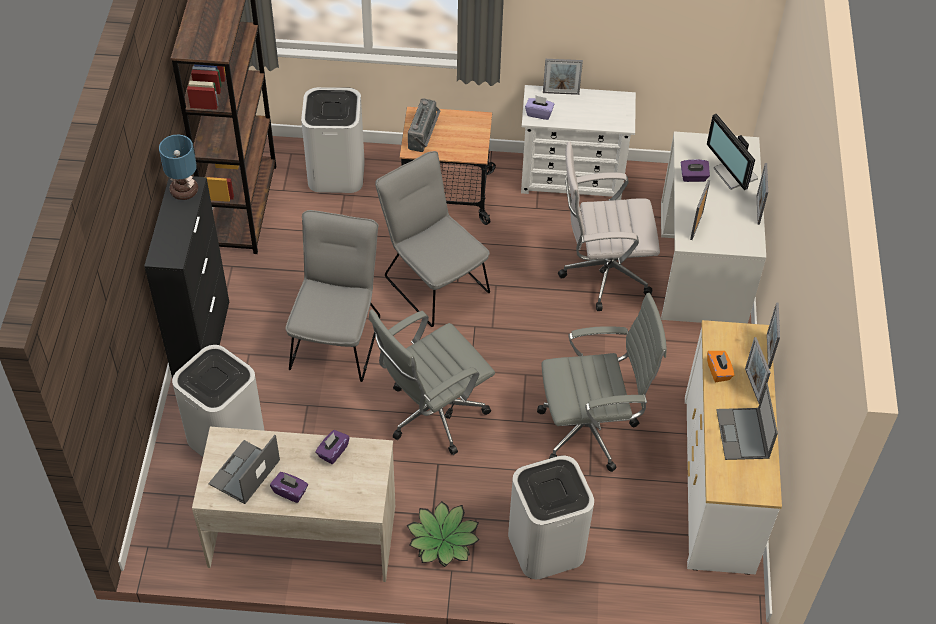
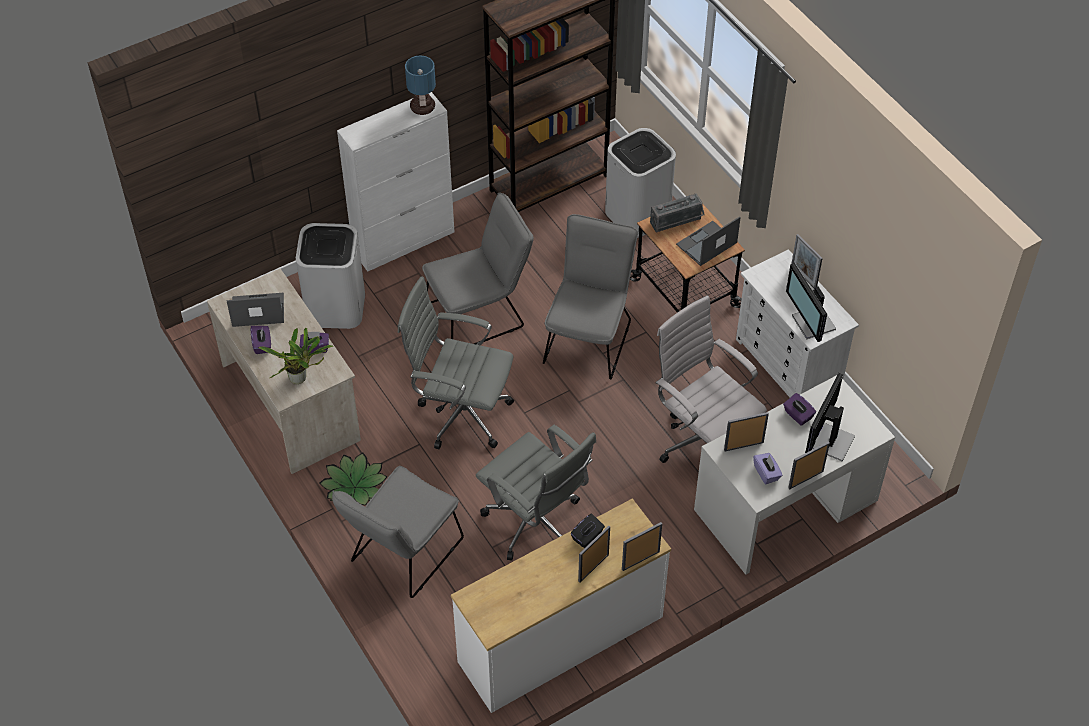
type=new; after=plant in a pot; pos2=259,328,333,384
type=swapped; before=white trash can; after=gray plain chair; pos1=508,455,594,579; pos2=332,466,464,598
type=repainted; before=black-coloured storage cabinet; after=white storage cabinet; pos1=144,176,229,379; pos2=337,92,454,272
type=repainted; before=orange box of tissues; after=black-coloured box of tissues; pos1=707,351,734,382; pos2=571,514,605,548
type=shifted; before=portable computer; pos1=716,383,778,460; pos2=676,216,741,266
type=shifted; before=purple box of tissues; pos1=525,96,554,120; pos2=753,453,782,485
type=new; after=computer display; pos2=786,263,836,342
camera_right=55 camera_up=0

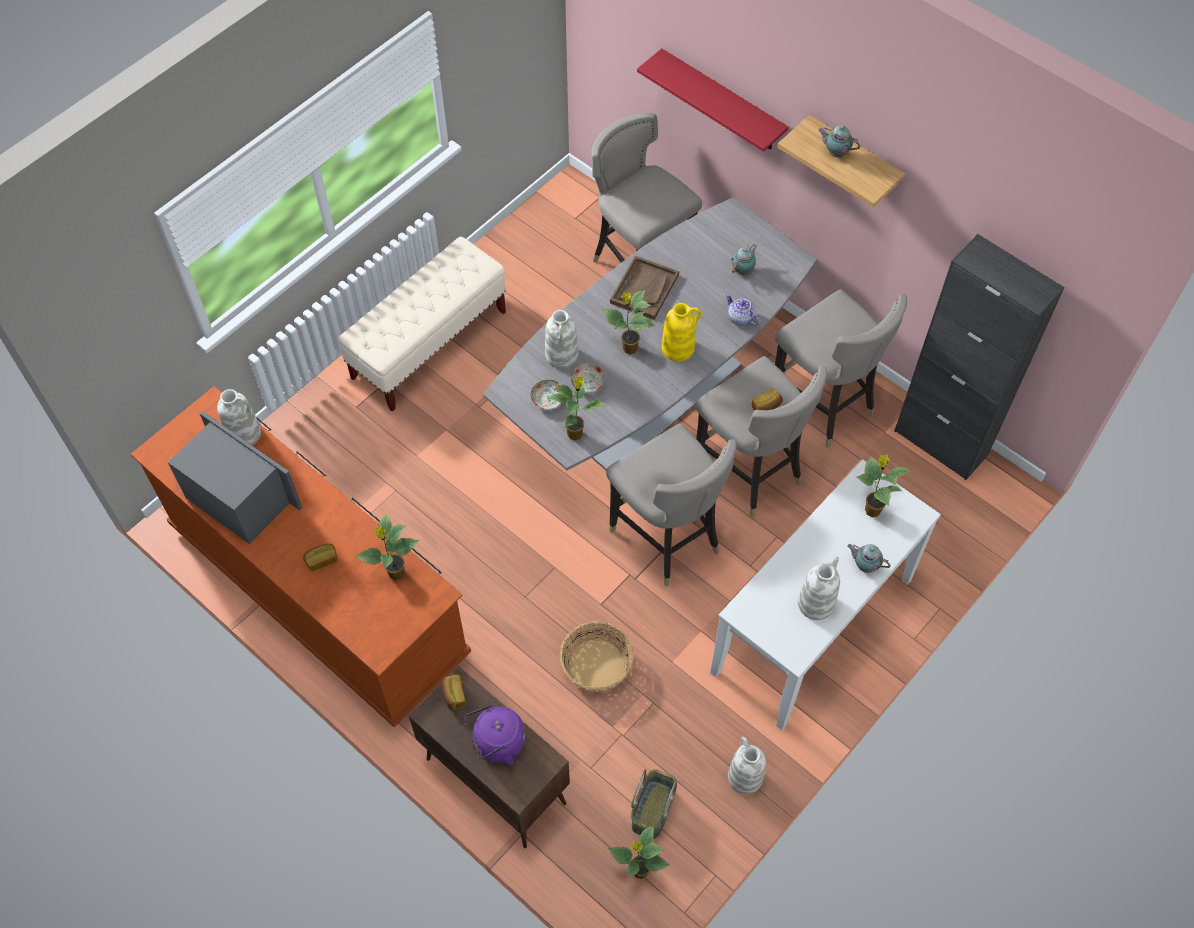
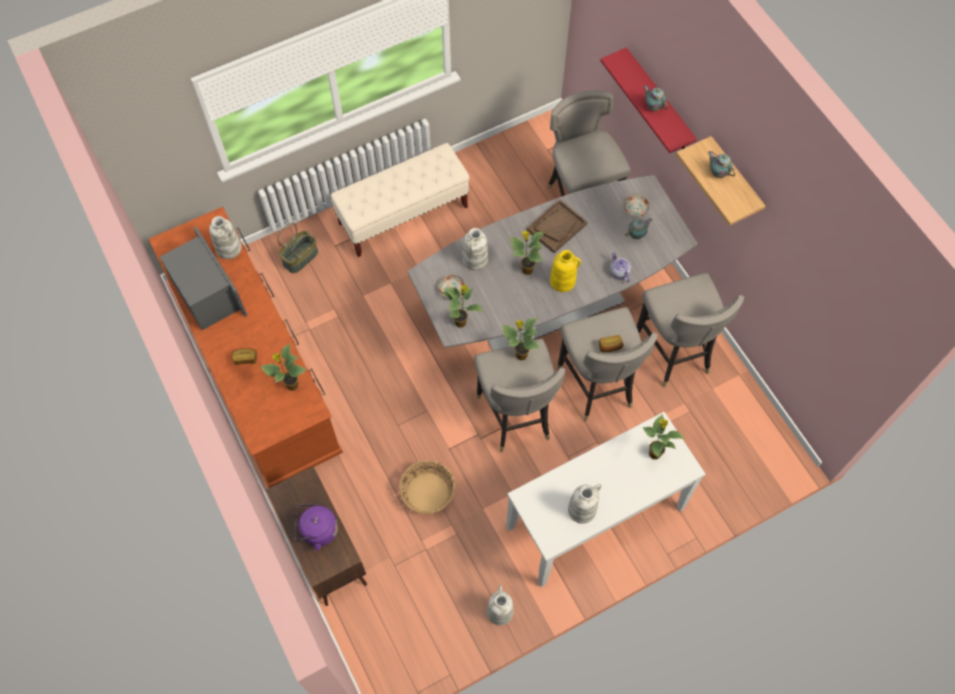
type=shifted; before=storage basket; pos1=631,769,677,839; pos2=278,223,318,273
type=shifted; before=plant in a pot; pos1=608,825,670,879; pos2=502,318,540,360
type=shifted; before=dinner plate; pos1=571,363,606,393; pos2=624,195,650,217
type=shifted; before=tea pot; pos1=847,544,891,573; pos2=643,85,668,111
type=gone; before=bread; pos1=442,675,466,710
type=gone; before=black-coloured storage cabinet; pos1=894,234,1065,480
camera_right=20 camera_up=5

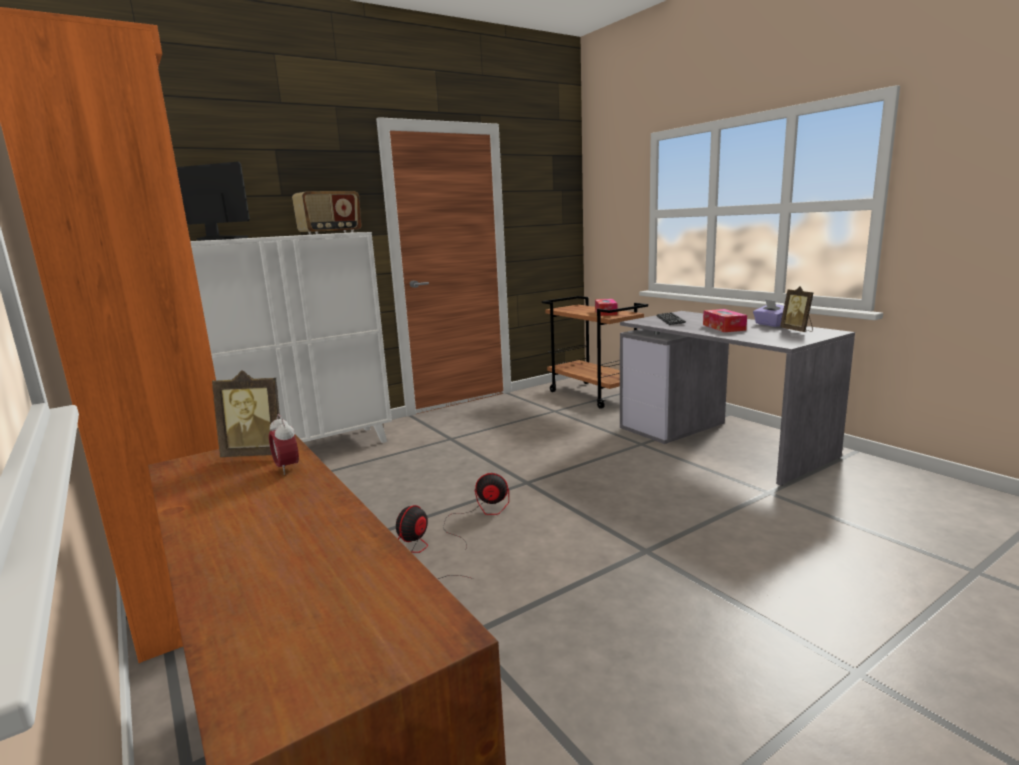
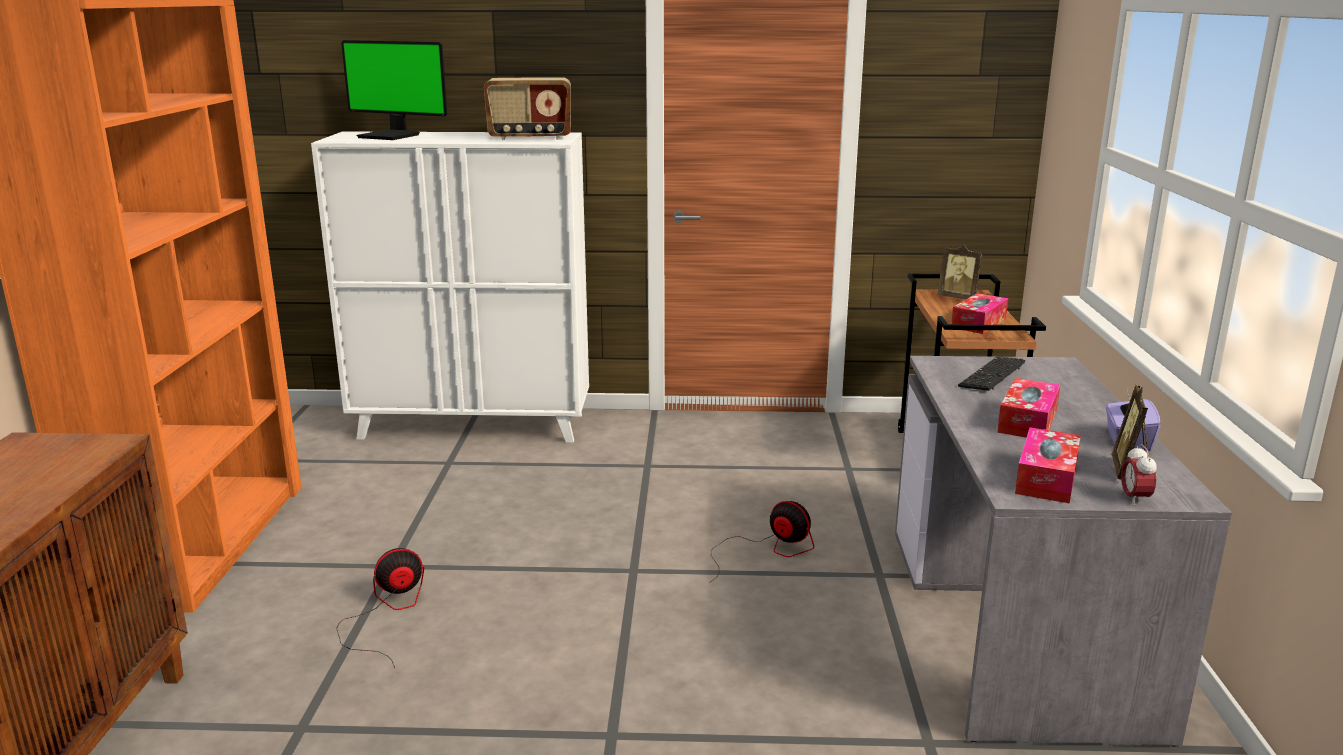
type=rotated; before=computer display; pos1=177,162,250,241; pos2=341,40,447,140; turn=150
type=shifted; before=cooling fan; pos1=443,473,509,547; pos2=709,501,814,583
type=shifted; before=photo frame; pos1=212,370,280,457; pos2=937,244,983,300
type=new; after=box of tissues; pos2=1015,427,1081,504
type=shifted; before=alarm clock; pos1=269,414,299,475; pos2=1121,444,1157,506
camera_right=35 camera_up=5

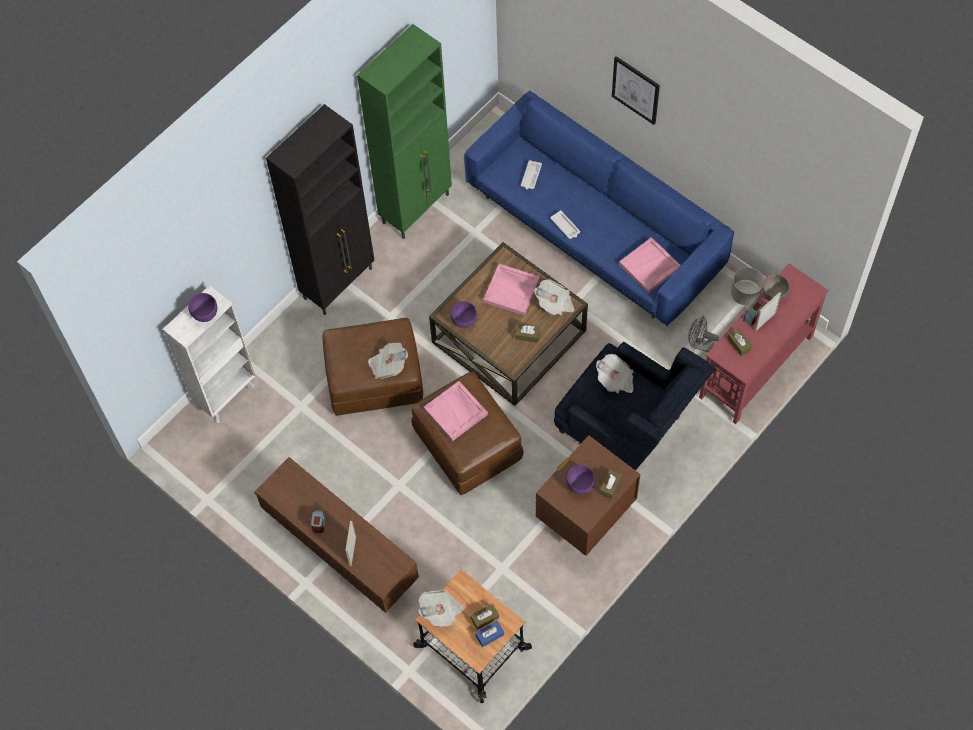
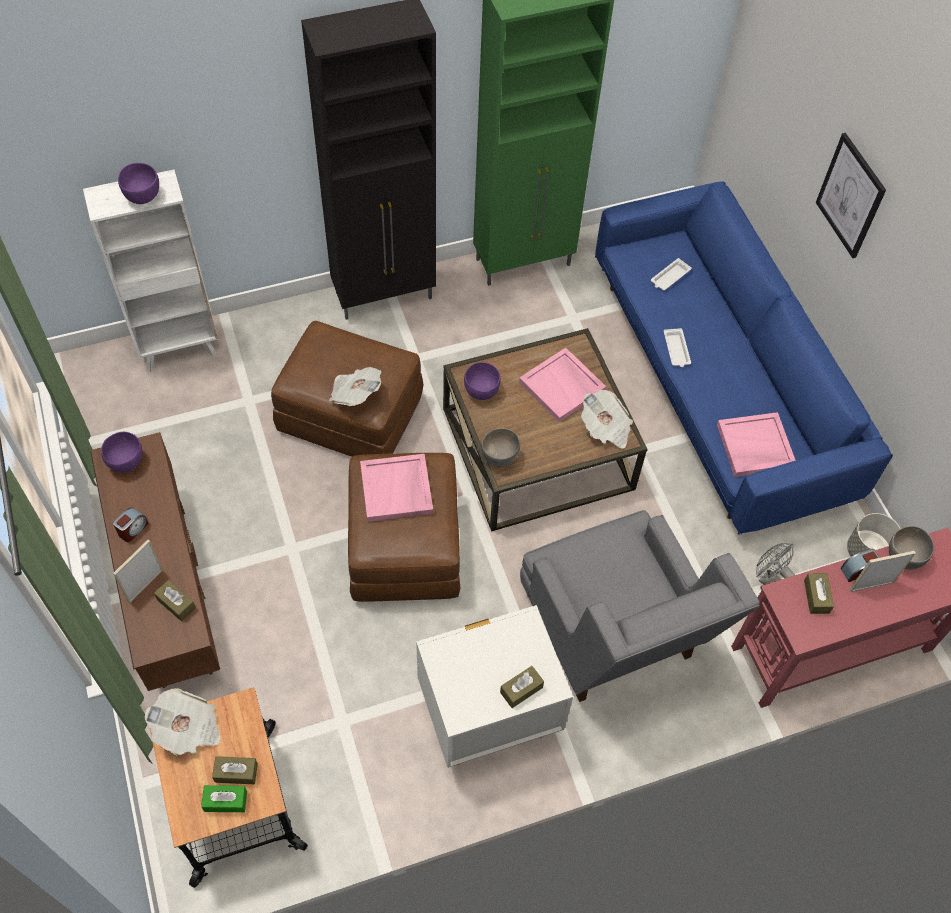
type=shifted; before=purple serving bowl; pos1=567,465,595,494; pos2=101,432,142,472
type=shifted; before=brownish box of tissues; pos1=515,324,540,343; pos2=154,580,196,621
type=repainted; before=blue box of tissues; after=greenish box of tissues; pos1=475,621,504,647; pos2=201,785,247,812
type=repainted; before=brownish nightstand; after=white nightstand; pos1=536,435,641,556; pos2=416,605,573,768
type=new; after=gray serving bowl; pos2=481,428,520,467
type=repainted; before=blue armchair; after=gray armchair; pos1=554,342,716,471; pos2=520,510,760,702
type=gone; before=printed paper; pos1=596,354,633,393
camera_right=25 camera_up=-5

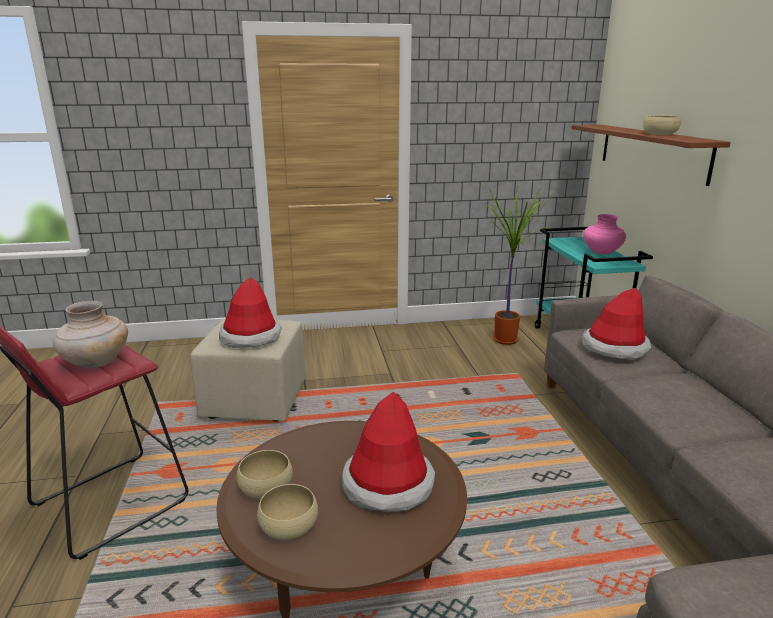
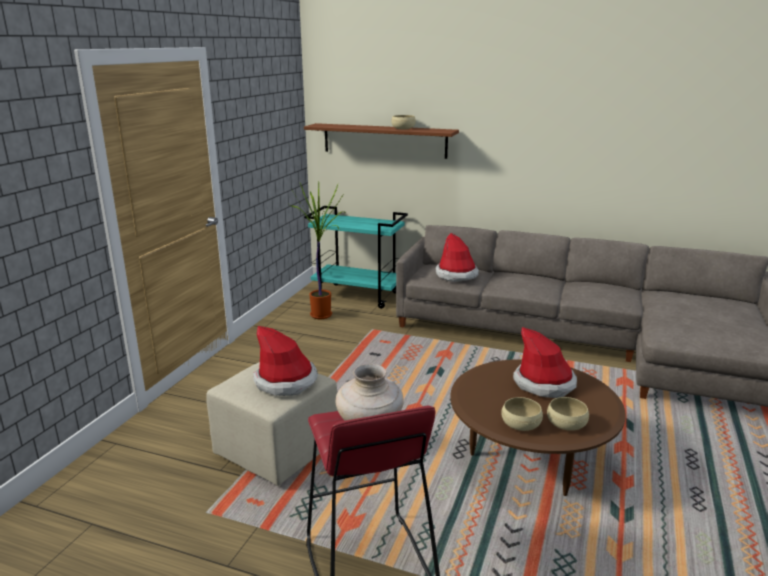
type=gone; before=pink flower vase; pos1=583,214,626,254
camera_right=-60 camera_up=0

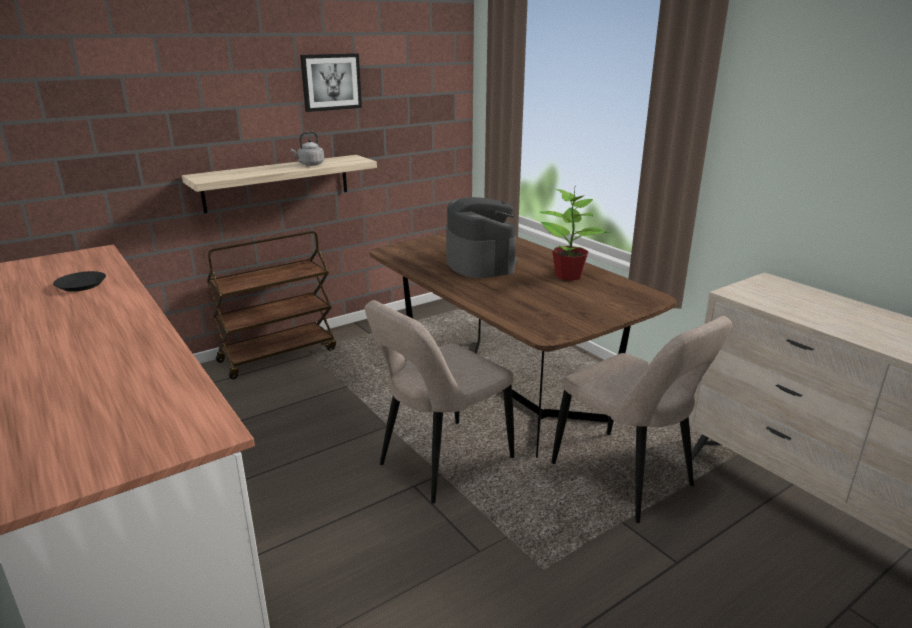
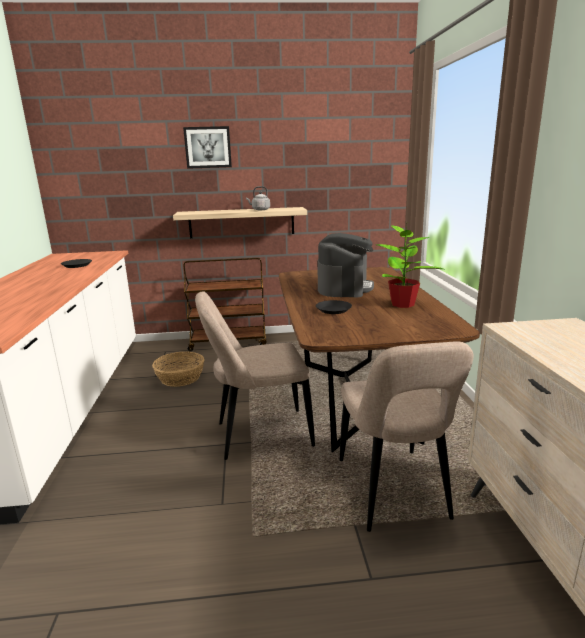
type=new; after=storage basket; pos2=152,351,204,387
type=shifted; before=picture; pos1=300,53,362,112; pos2=183,126,232,169
type=new; after=black-coloured dinner plate; pos2=316,300,352,314
camera_right=30 camera_up=-5

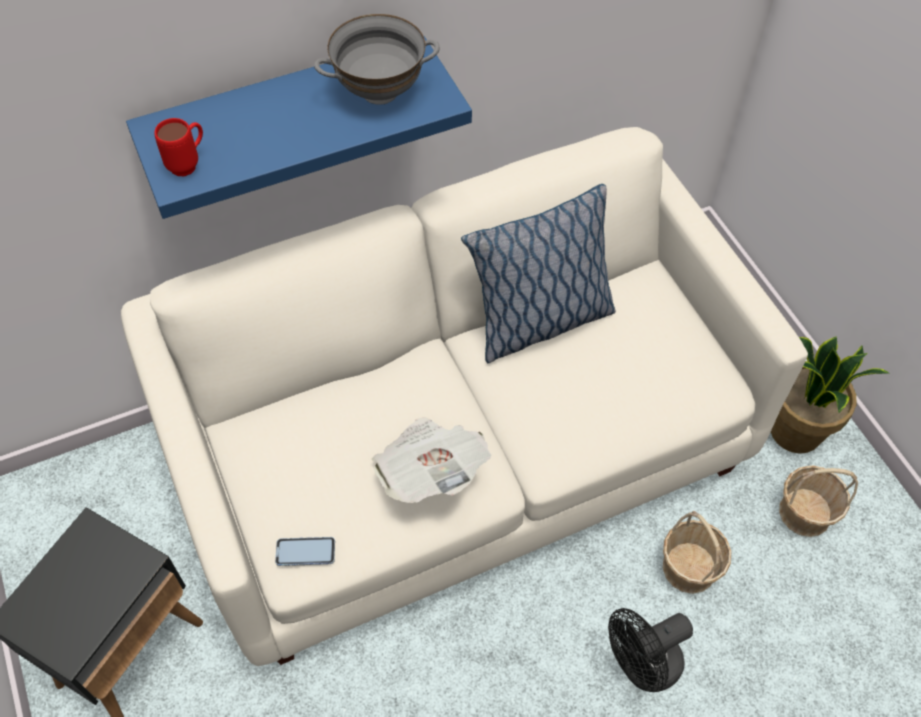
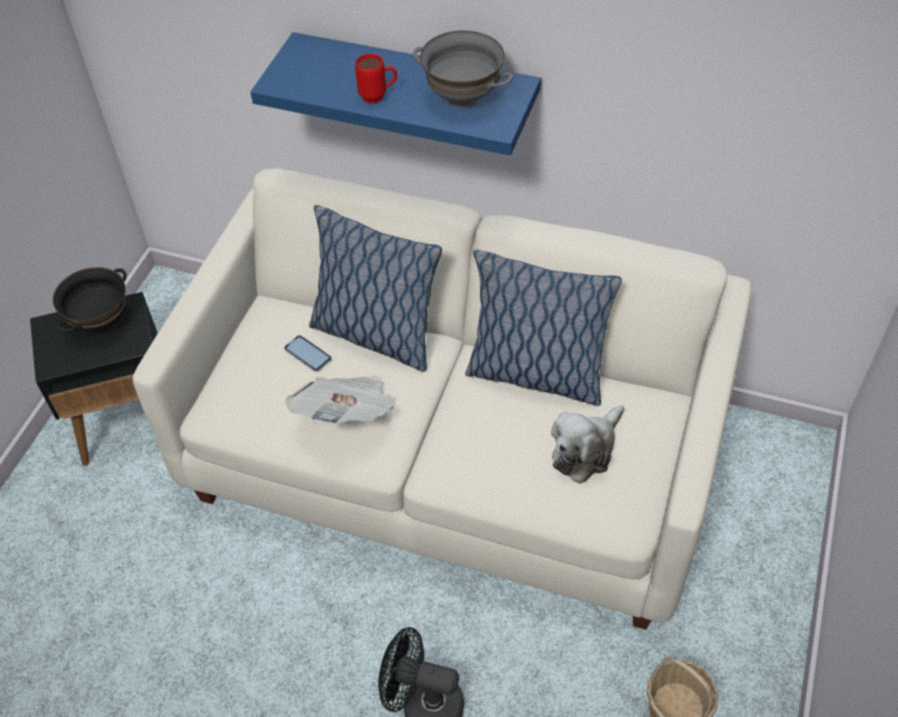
type=new; after=black-coloured serving bowl; pos2=53,267,127,332
type=shifted; before=telephone; pos1=275,537,335,566; pos2=284,335,332,372
type=new; after=cushion; pos2=309,205,442,372
type=shifted; before=red tea mug; pos1=154,118,203,176; pos2=355,54,397,103
type=new; after=cuddly toy; pos2=551,405,624,484
type=gone; before=storage basket; pos1=663,511,731,594
type=gone; before=plant in a pot; pos1=771,337,889,454
camera_right=45 camera_up=-5

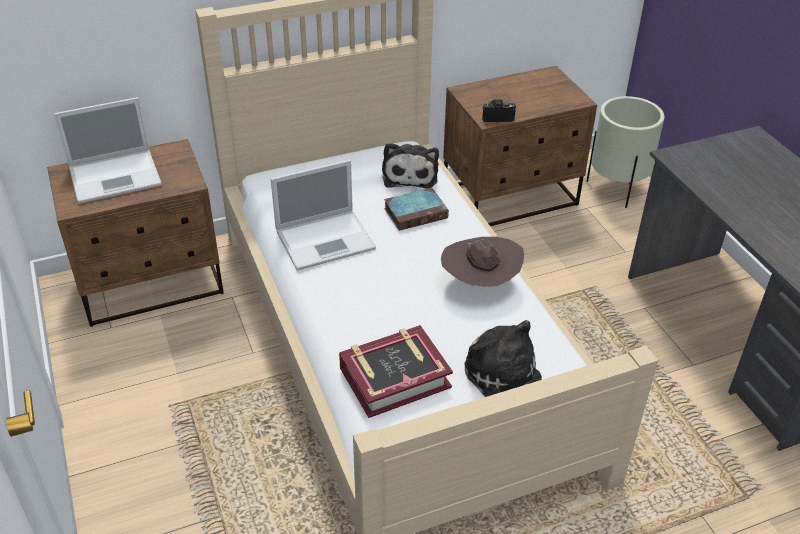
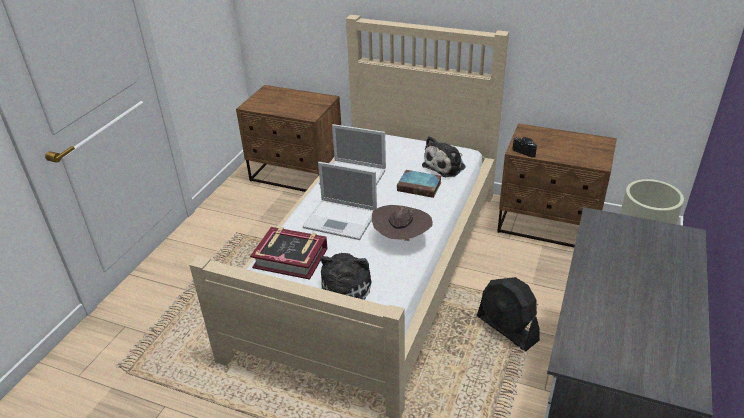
type=shifted; before=portable computer; pos1=54,97,162,204; pos2=302,162,377,240
type=new; after=black-coloured cooling fan; pos2=477,277,540,351
camera_right=45 camera_up=-5

